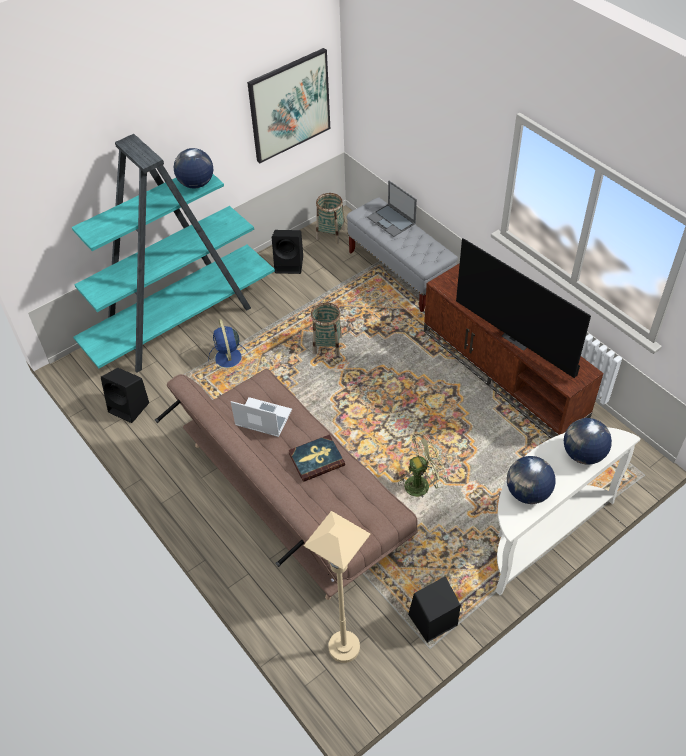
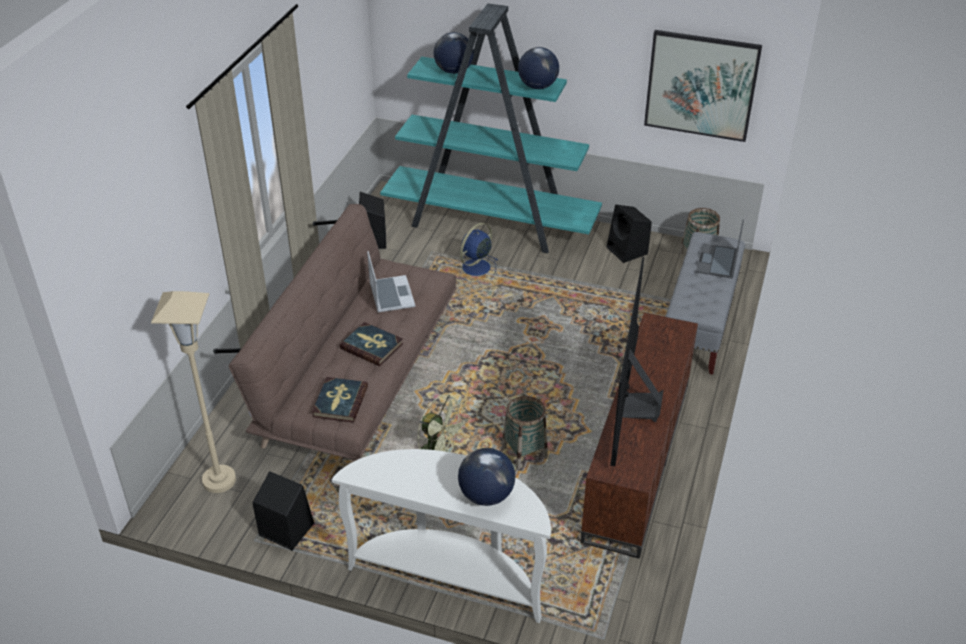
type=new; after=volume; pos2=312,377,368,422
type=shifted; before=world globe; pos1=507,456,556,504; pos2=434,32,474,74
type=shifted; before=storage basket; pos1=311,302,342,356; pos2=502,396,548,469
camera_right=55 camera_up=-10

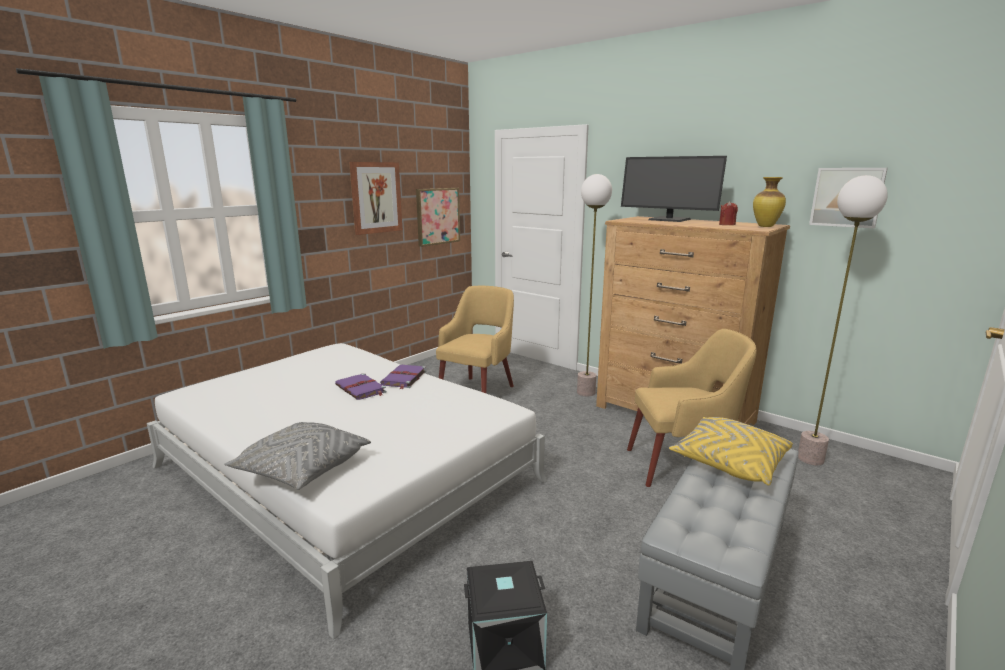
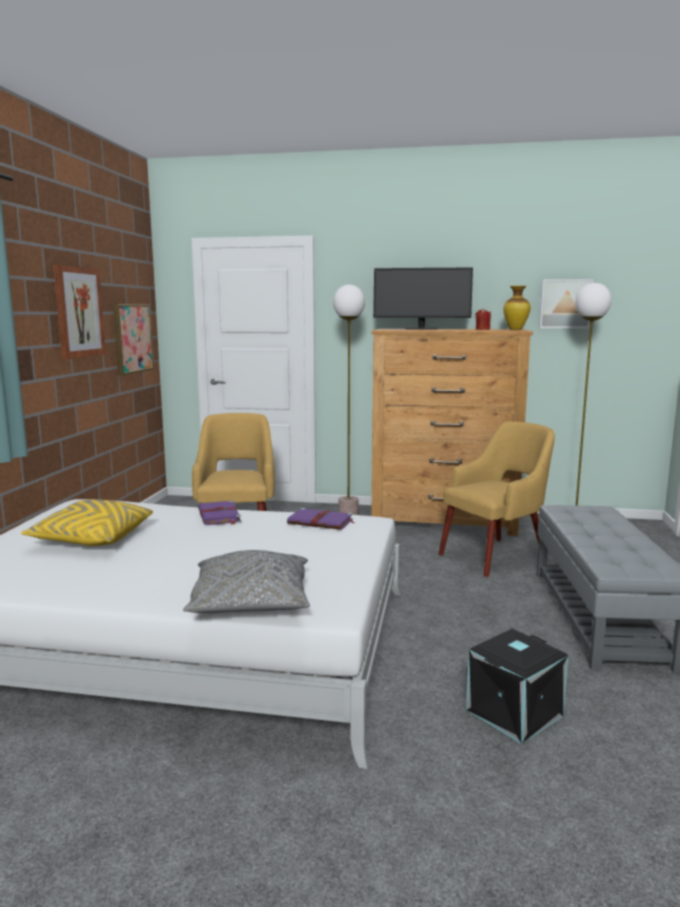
type=shifted; before=yellow-coloured cushion; pos1=669,417,793,485; pos2=21,499,153,546
type=shifted; before=purple volume; pos1=335,373,387,400; pos2=287,508,354,530
camera_right=-30 camera_up=-5

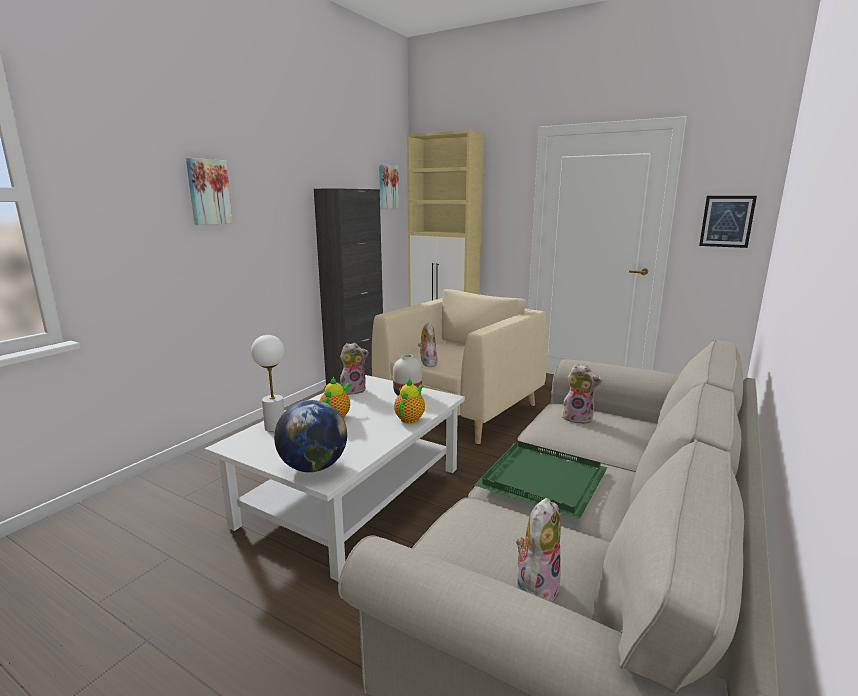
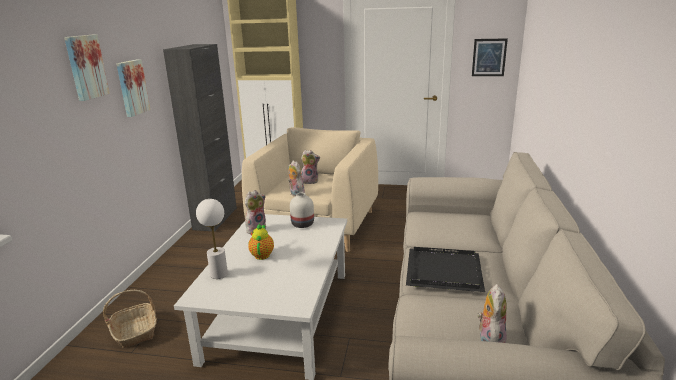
type=new; after=storage basket; pos2=103,290,157,348
type=shifted; before=picture; pos1=379,164,399,209; pos2=116,59,151,117
type=shifted; before=cuddly toy; pos1=562,364,602,424; pos2=301,150,320,184
type=repainted; before=greenish tray; after=black-coloured tray; pos1=474,441,607,520; pos2=406,247,485,292
type=gone; before=world globe; pos1=274,400,347,472
type=gone; before=tea pot; pos1=394,379,425,424
camera_right=-20 camera_up=5

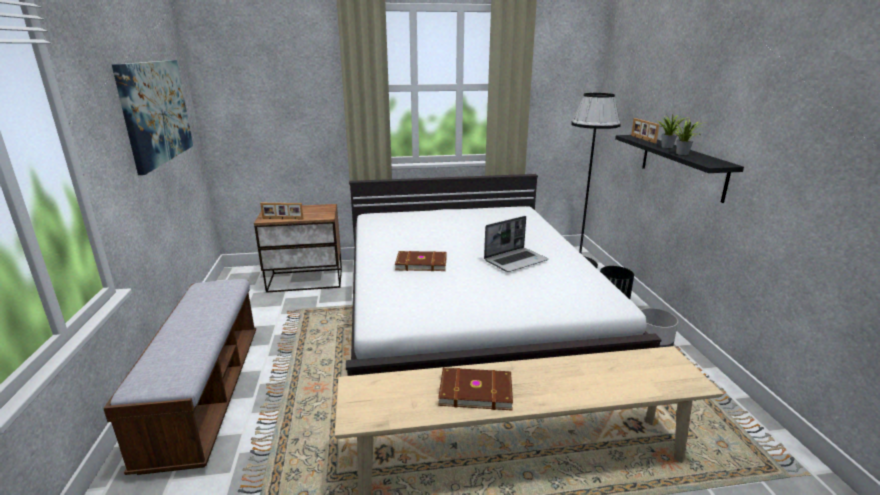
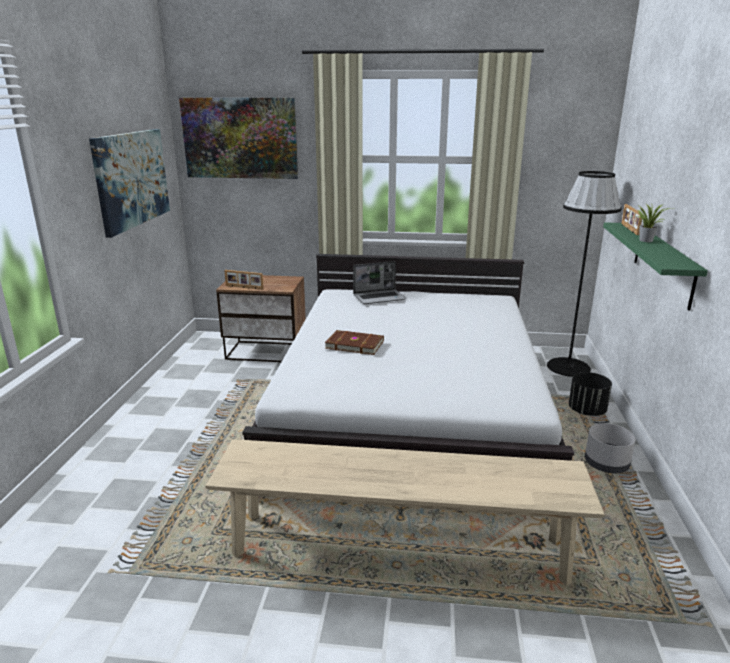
type=new; after=picture; pos2=179,98,298,179
type=shifted; before=portable computer; pos1=484,216,548,272; pos2=353,261,406,304
type=repainted; before=black-coloured shelf; after=greenish shelf; pos1=615,135,744,203; pos2=603,222,708,311
type=gone; before=long seat; pos1=103,279,256,475
type=gone; before=brownish volume; pos1=438,368,513,411
type=gone; before=plant in a pot; pos1=674,119,703,155
camera_right=15 camera_up=0

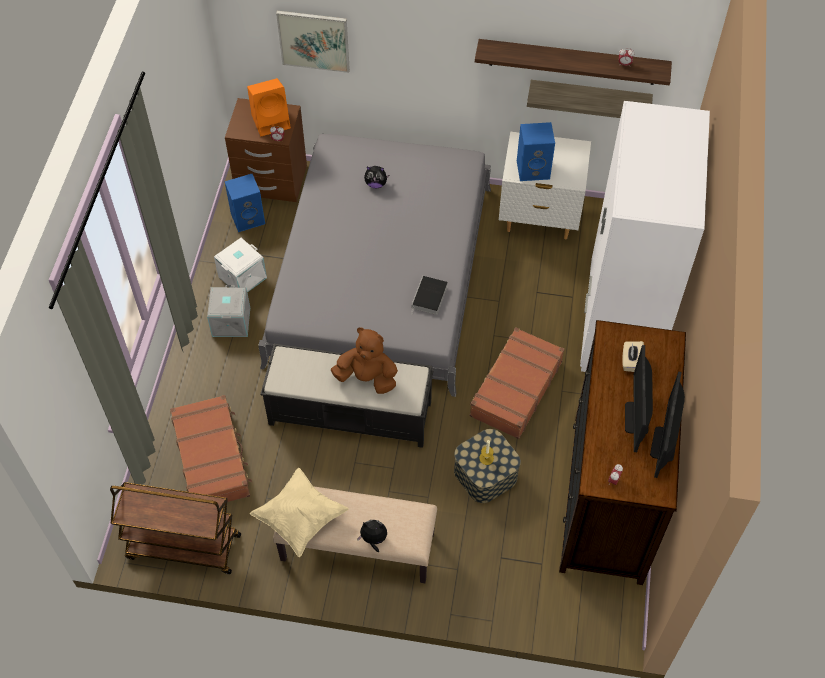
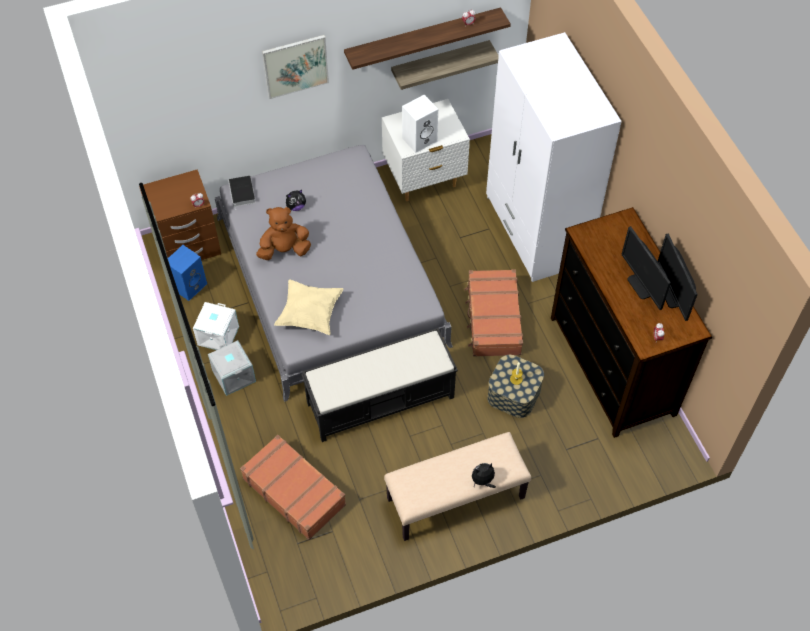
type=shifted; before=volume; pos1=411,276,448,315; pos2=228,176,256,211
type=shifted; before=brownish cuddly toy; pos1=330,328,398,394; pos2=256,207,311,260
type=shifted; before=picture; pos1=276,11,350,73; pos2=262,35,329,99
type=shifted; before=beige cushion; pos1=250,468,349,557; pos2=274,279,344,335
type=repainted; before=blue audio speaker; after=white audio speaker; pos1=517,122,555,181; pos2=402,95,438,153
type=gone; before=brownish trolley; pos1=110,482,241,574
type=gone; before=orange audio speaker; pos1=247,78,291,136
type=gone; before=beige box of tissues; pos1=622,341,644,372
camera_right=-30 camera_up=0

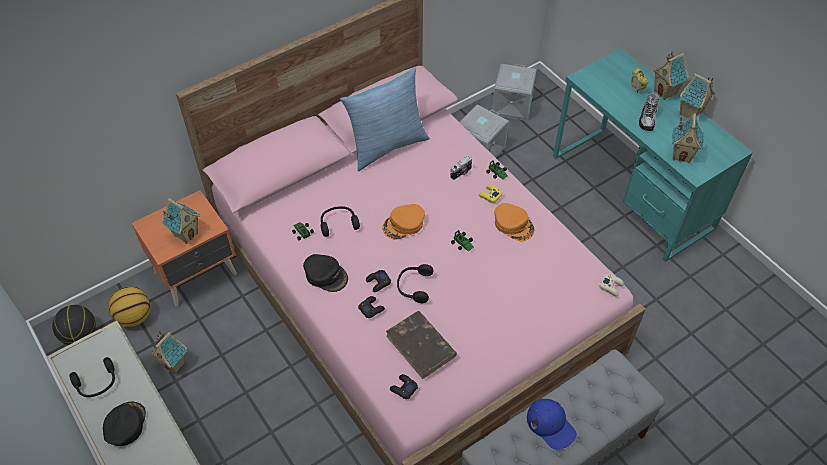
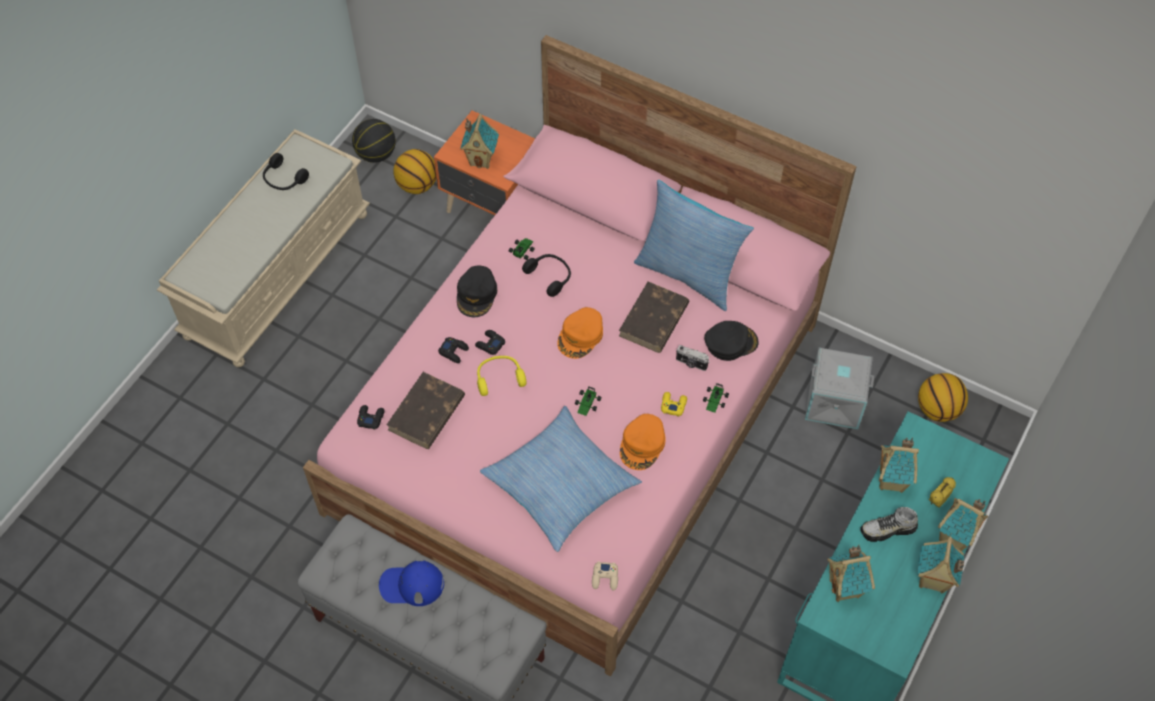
type=rotated; before=blue baseball cap; pos1=527,399,577,449; pos2=379,560,444,606; turn=60
type=repainted; before=black-coloured headset; after=yellow-coloured headset; pos1=397,264,433,303; pos2=477,356,527,396
type=new; after=cushion; pos2=480,406,642,552
type=rotated; before=orange baseball cap; pos1=382,204,425,240; pos2=557,307,603,359; turn=-90
type=new; after=brownish volume; pos2=619,282,690,353
type=shifted; before=black-coloured baseball cap; pos1=103,402,146,446; pos2=704,321,759,361
type=shifted; before=miniature house; pos1=149,331,188,374; pos2=879,437,919,493
type=swapped; before=gray storage bin; after=basketball ball; pos1=492,64,537,121; pos2=918,373,968,422
camera_right=65 camera_up=5

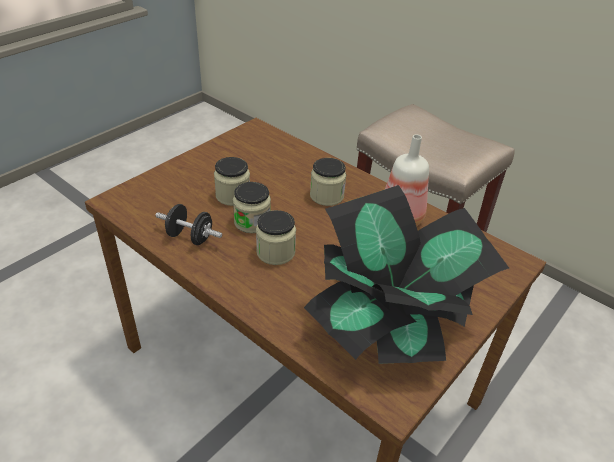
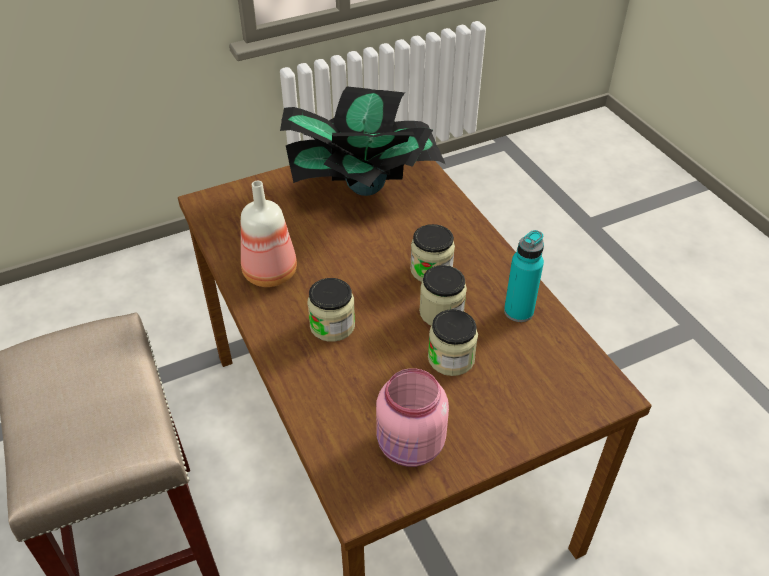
type=new; after=pink storage jar; pos2=376,368,449,467
type=swapped; before=black-coloured free weight; after=turquoise-coloured drink bottle; pos1=155,204,222,245; pos2=504,230,544,322
camera_right=-155 camera_up=5

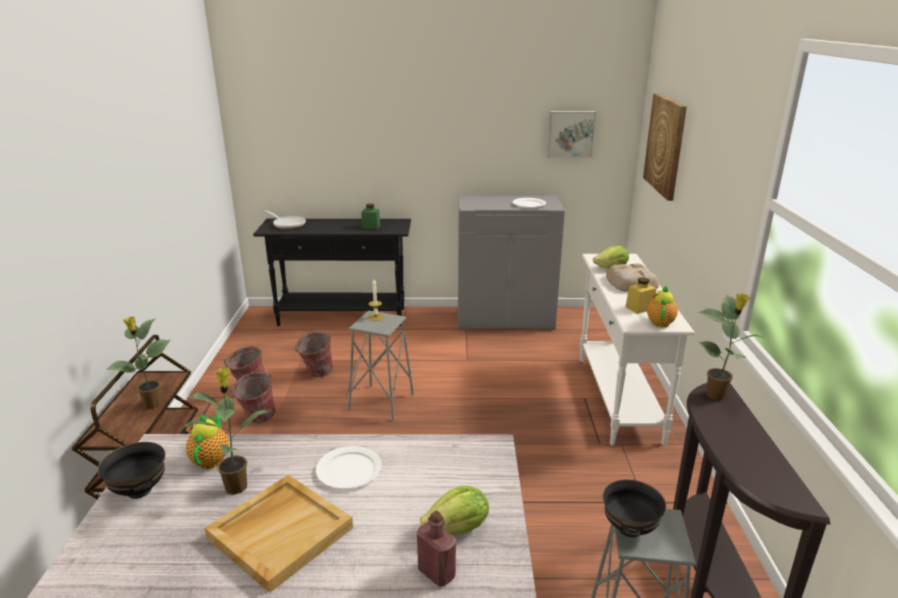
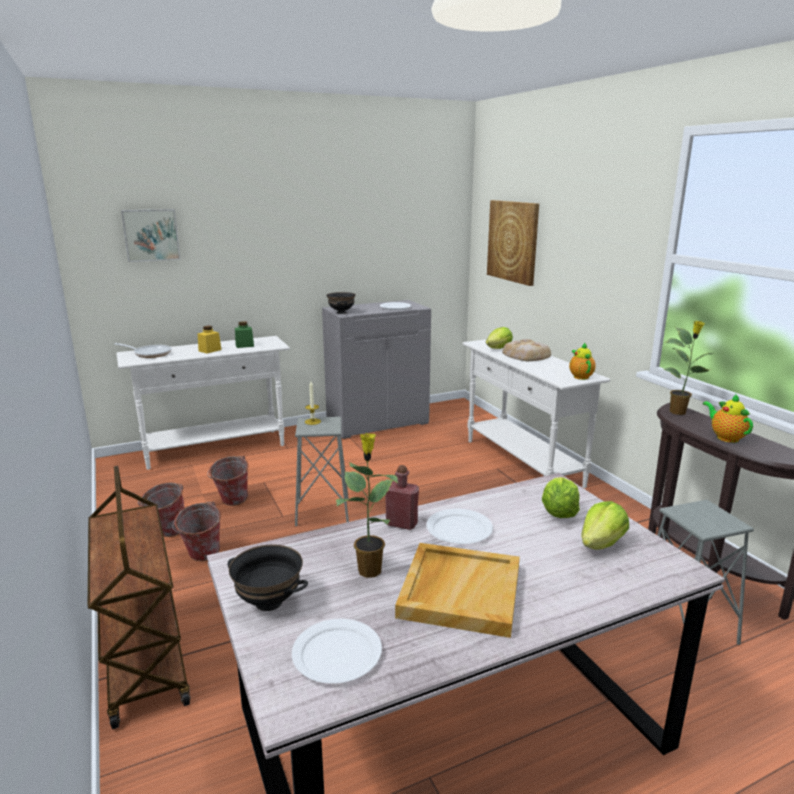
type=repainted; before=black-coloured narrow table; after=white narrow table; pos1=253,219,411,326; pos2=116,336,290,470
type=shifted; before=picture; pos1=547,111,596,158; pos2=121,209,180,262
type=shifted; before=yellow-coloured storage jar; pos1=625,277,656,314; pos2=198,326,221,354
type=new; after=white dinner plate; pos2=292,619,382,684
type=shifted; before=black-coloured serving bowl; pos1=603,479,666,538; pos2=326,292,356,314
type=shifted; before=red drink bottle; pos1=417,511,456,587; pos2=385,465,419,530
type=new; after=head of lettuce; pos2=542,477,580,518
type=shifted; before=tea pot; pos1=186,413,229,469; pos2=703,394,753,443
type=gone; before=plant in a pot; pos1=106,317,171,409
camera_right=-25 camera_up=-5

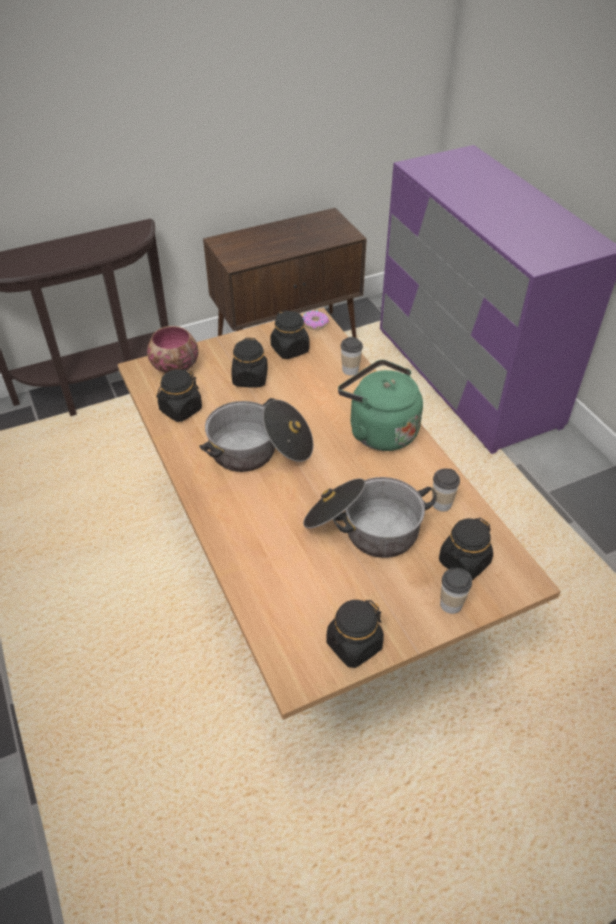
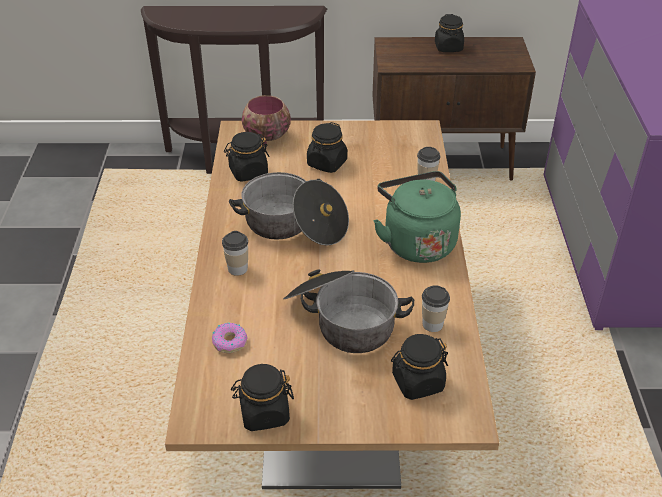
type=shifted; before=ring doughnut; pos1=303,310,329,330; pos2=212,322,248,353
type=shifted; before=small cup; pos1=440,568,472,614; pos2=222,231,248,276
type=shifted; before=black-coloured storage jar; pos1=270,310,309,359; pos2=435,14,464,52
camera_right=25 camera_up=-5

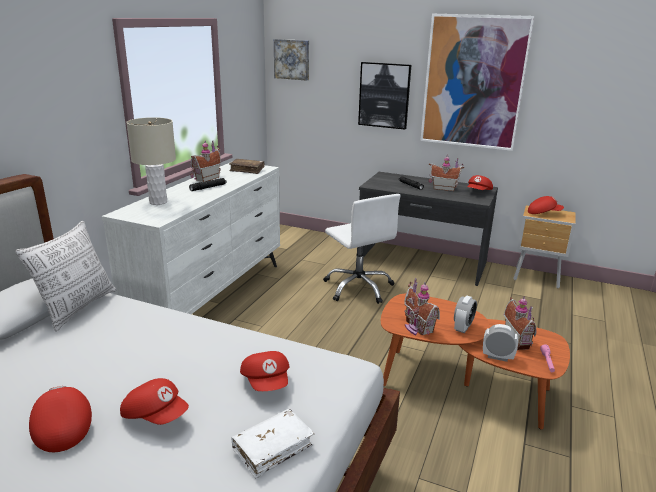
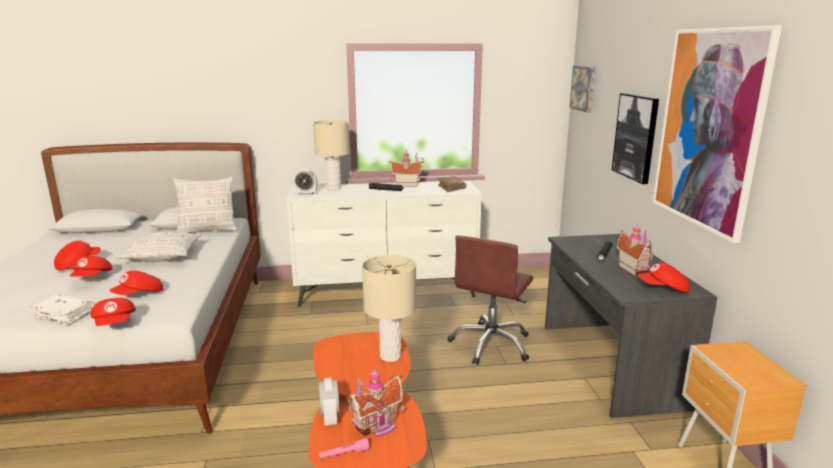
type=shifted; before=red baseball cap; pos1=528,196,564,214; pos2=91,298,136,326
type=new; after=cushion; pos2=115,231,201,262
type=shifted; before=alarm clock; pos1=454,296,477,333; pos2=293,168,317,195
type=new; after=beige table lamp; pos2=362,255,416,362
type=repainted; before=white desk chair; after=brownish desk chair; pos1=323,194,400,304; pos2=448,235,533,365
type=gone; before=miniature house; pos1=404,278,440,335
camera_right=60 camera_up=-5

